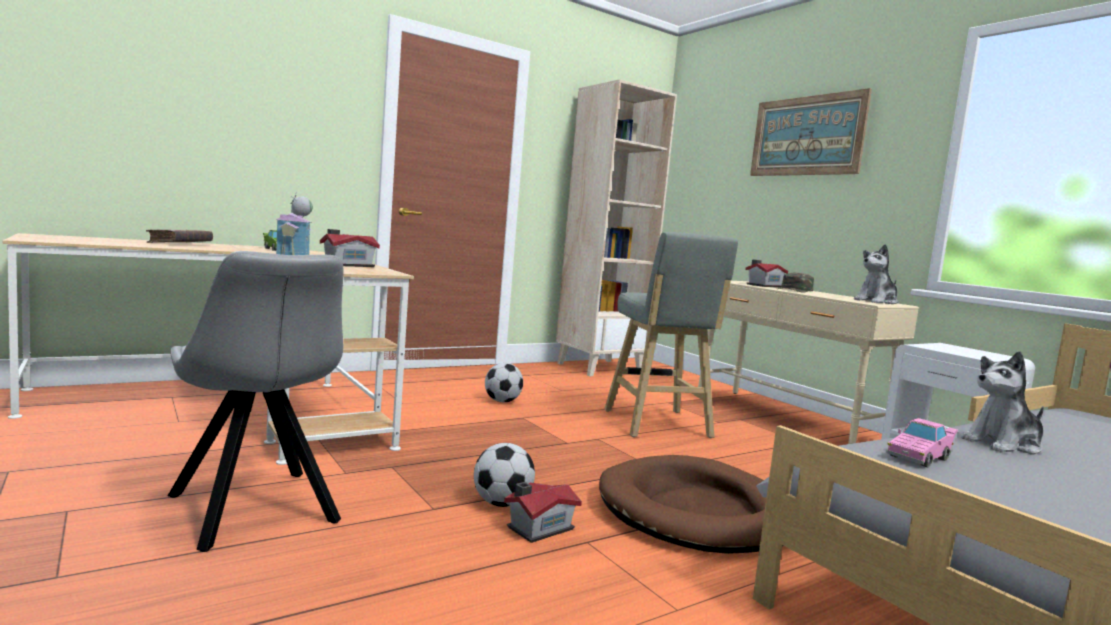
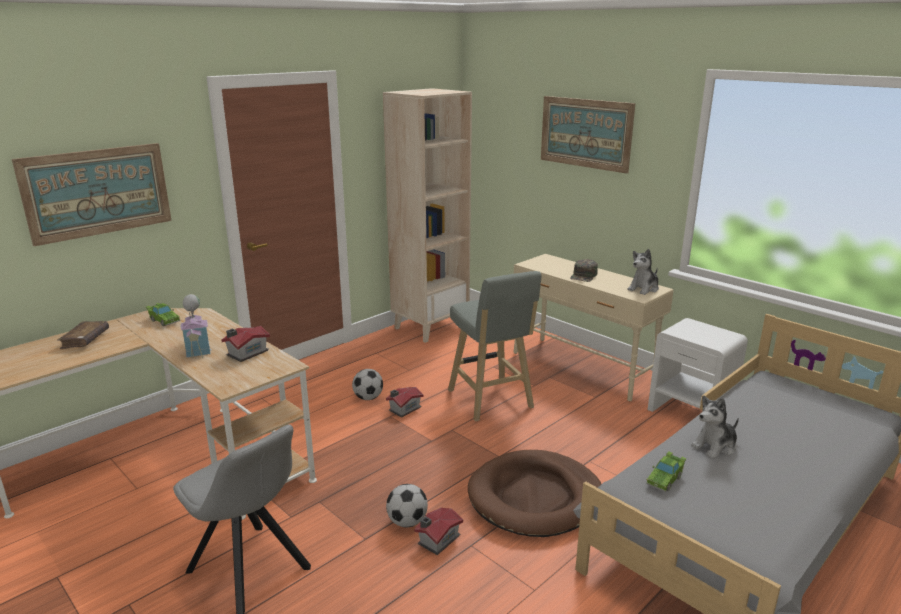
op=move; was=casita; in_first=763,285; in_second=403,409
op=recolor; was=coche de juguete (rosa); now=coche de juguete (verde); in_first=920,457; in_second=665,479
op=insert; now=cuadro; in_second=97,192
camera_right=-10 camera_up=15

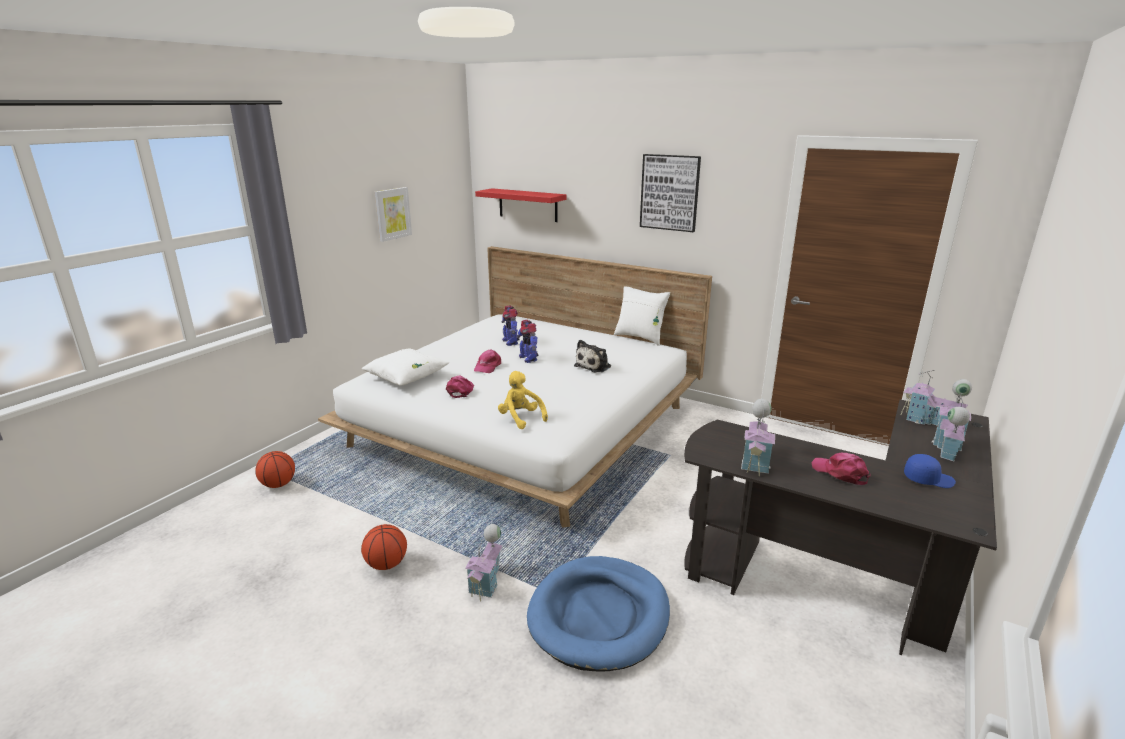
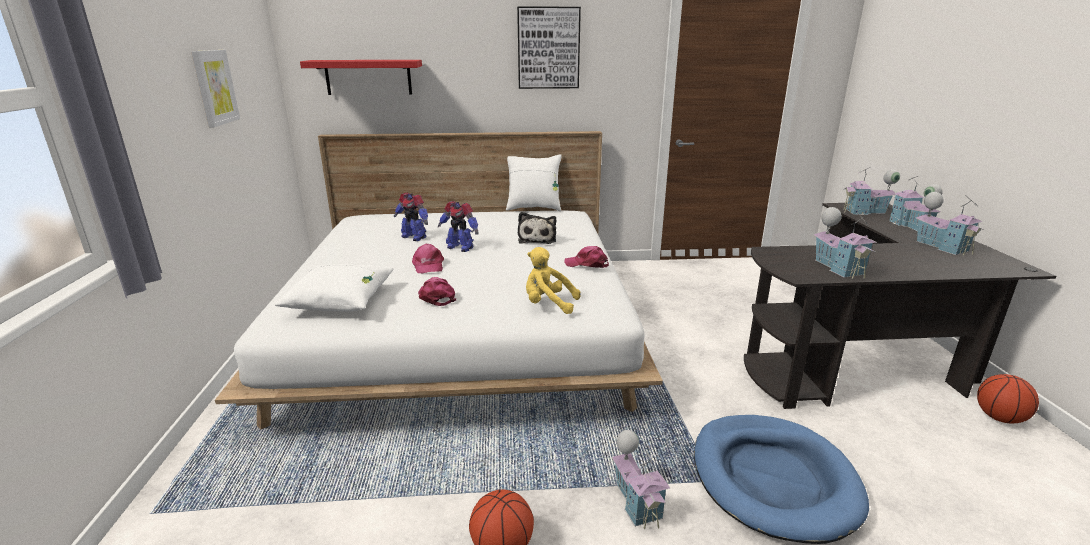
op=move; was=balón de baloncesto; in_first=278,485; in_second=999,418
op=move; was=gorra (rosa); in_first=840,473; in_second=587,264
op=replace; was=gorra (azul); now=casita; in_first=928,479; in_second=942,247
camera_right=-35 camera_up=0

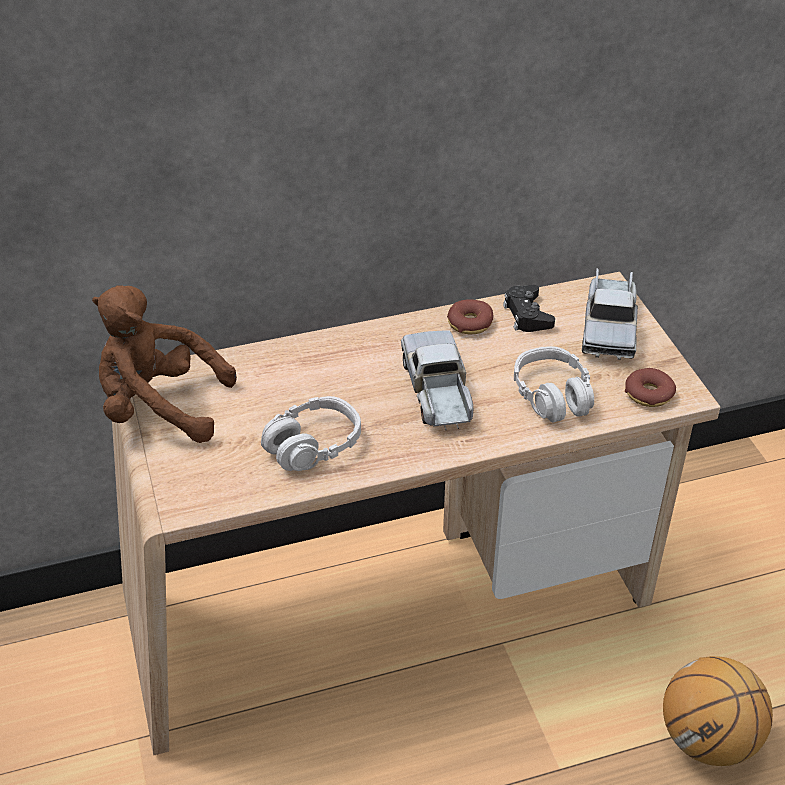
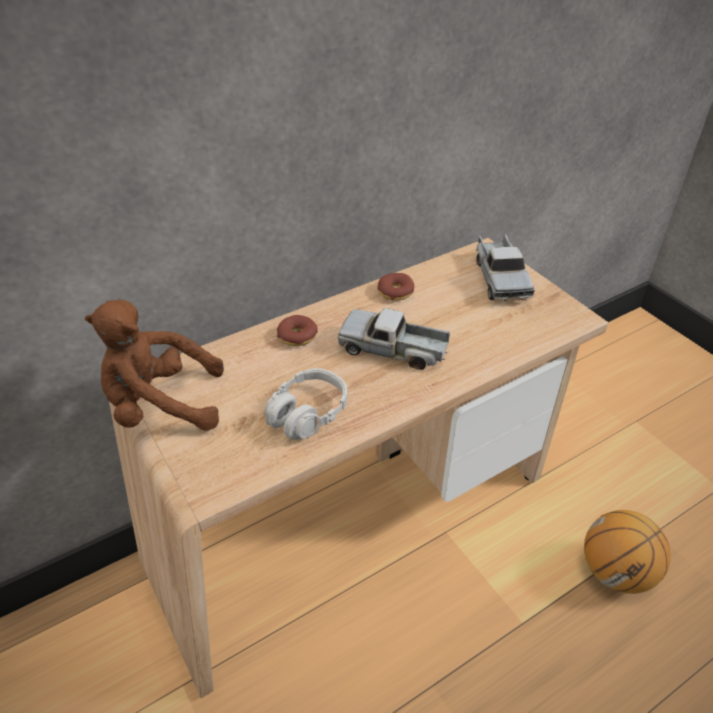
op=rotate; was=camión de juguete; in_first=438,392; in_second=393,349; clockwise=-45
op=delete; was=mando de consola (negro); in_first=527,315
op=delete; was=auriculares (gris); in_first=552,396
op=move; was=rosquilla; in_first=648,394; in_second=297,336
camera_right=-15 camera_up=0

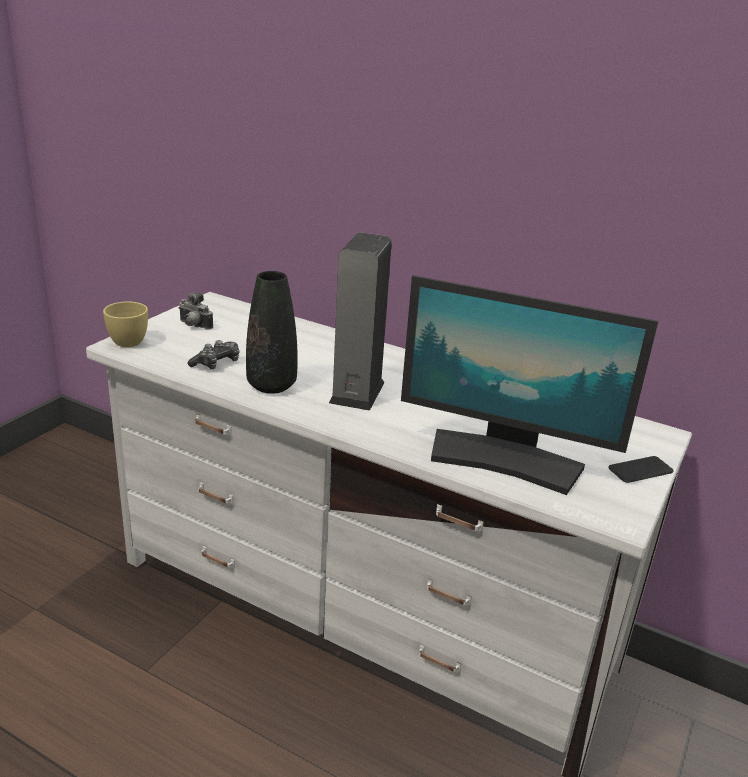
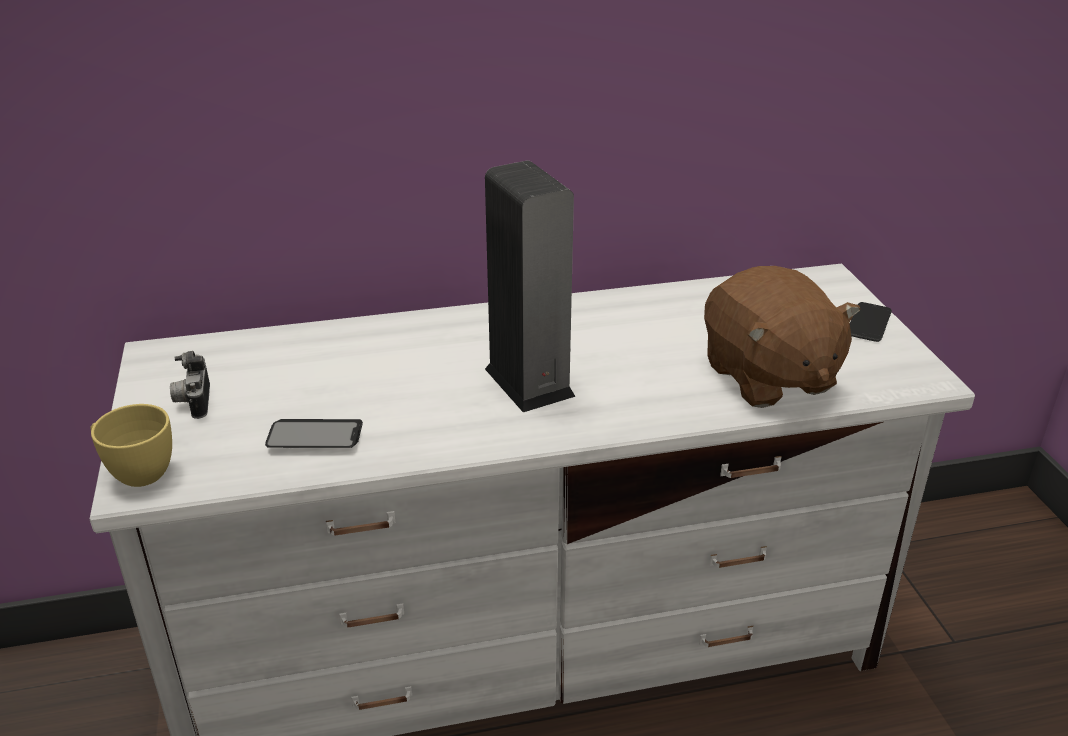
op=rotate; was=cámara; in_first=193,326; in_second=194,402; clockwise=90
op=replace; was=mando de consola; now=móvil; in_first=216,363; in_second=315,436
op=delete; was=florero (negro); in_first=271,385
op=replace; was=monitor; now=peluche (marrón); in_first=504,460; in_second=768,377
camera_right=-40 camera_up=5

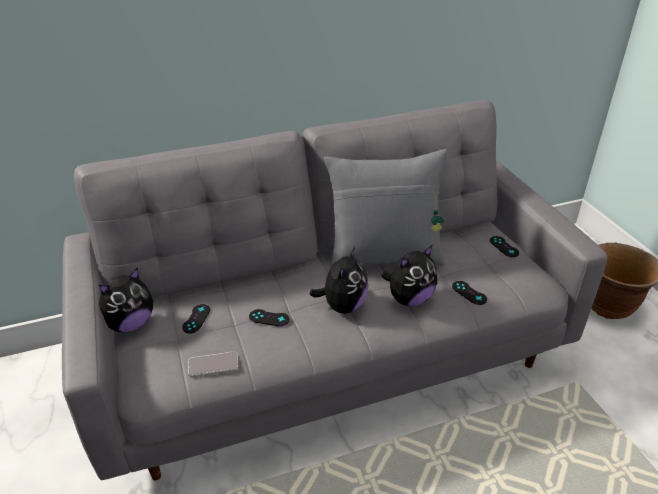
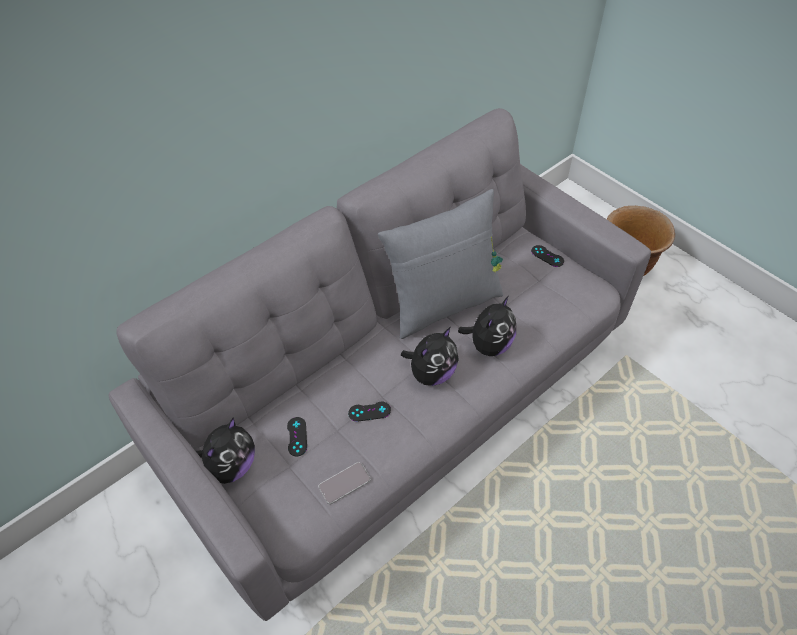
op=rotate; was=peluche; in_first=343,306; in_second=431,373; clockwise=45
op=delete; was=mando de consola (negro); in_first=469,293
camera_right=-20 camera_up=15

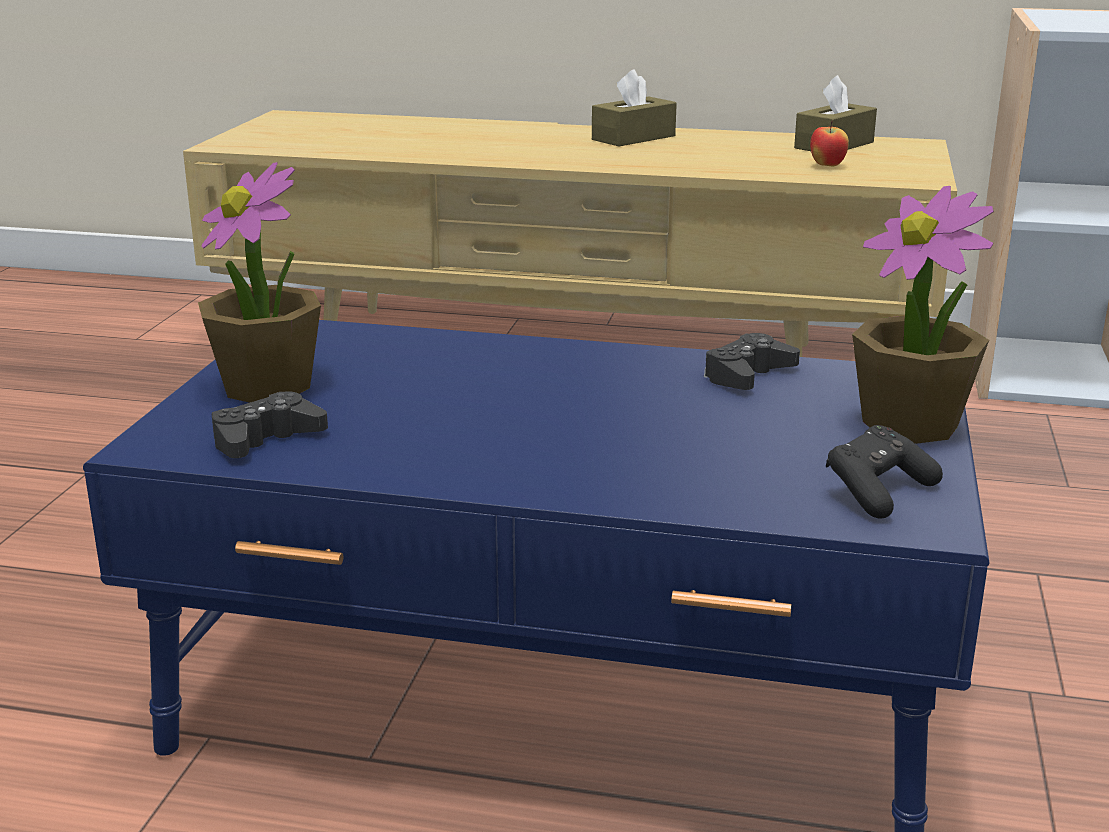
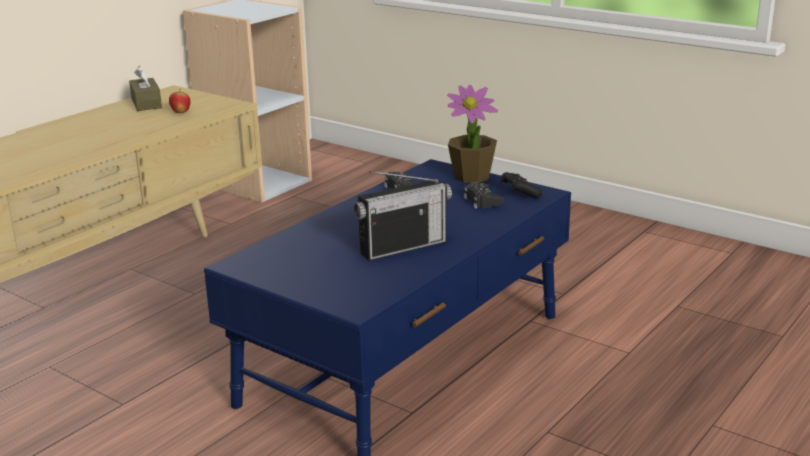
op=delete; was=planta en maceta; in_first=267,386
op=move; was=mando de consola (negro); in_first=266,439; in_second=482,201
op=delete; was=caja de pañuelos (marrón); in_first=633,138
op=insert; now=radio; in_second=403,247
camera_right=-65 camera_up=0

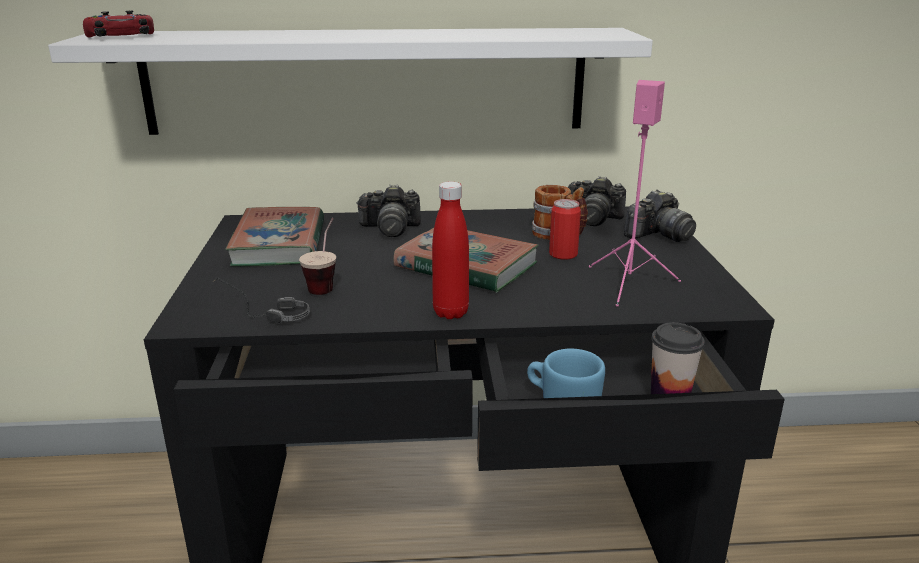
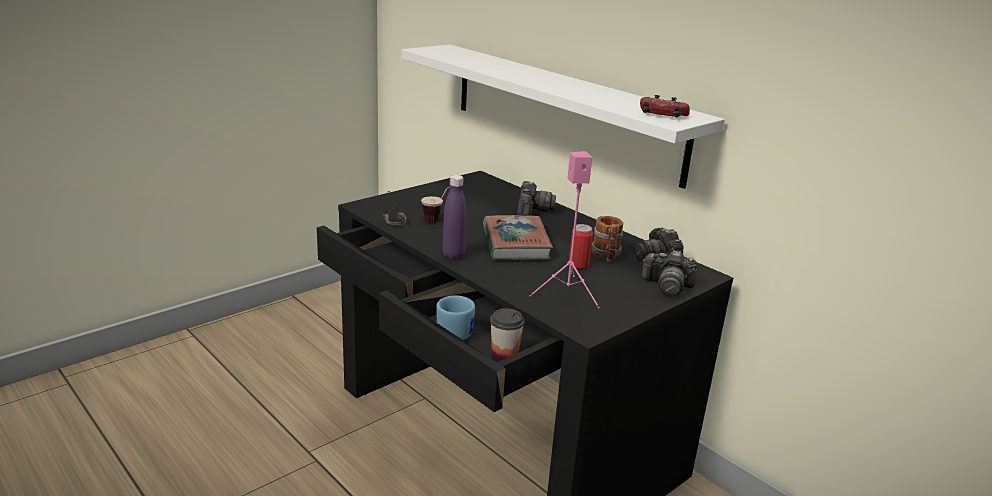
op=move; was=mando de consola (rojo); in_first=121,37; in_second=662,114
op=delete; was=libro; in_first=279,244
op=rotate; was=cámara; in_first=390,229; in_second=532,210; clockwise=-135
op=recolor; was=botella (rojo); now=botella (morado); in_first=450,313; in_second=453,255
camera_right=50 camera_up=0

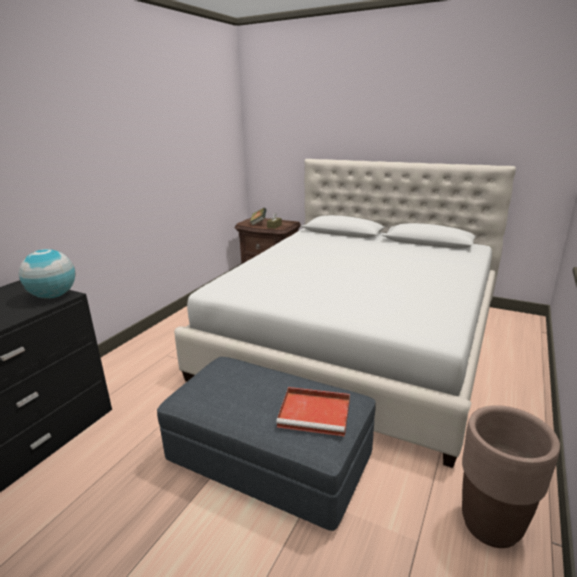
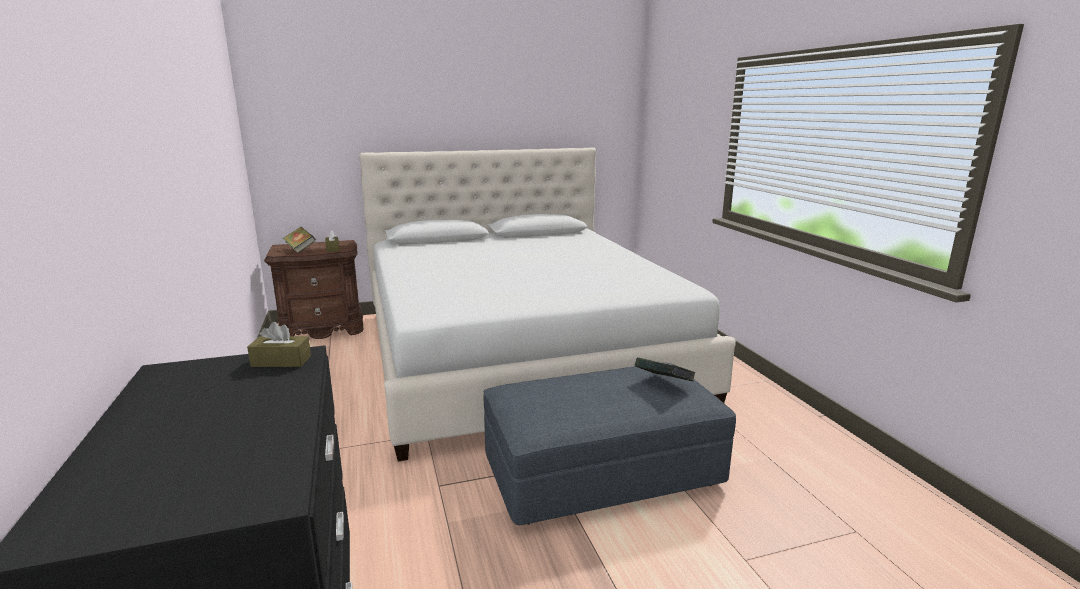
op=replace; was=globo terráqueo; now=caja de pañuelos (marrón); in_first=53,296; in_second=281,361
op=replace; was=bandeja (rojo); now=libro; in_first=316,413; in_second=663,384
op=delete; was=maceta (marrón); in_first=491,525
camera_right=-45 camera_up=-5

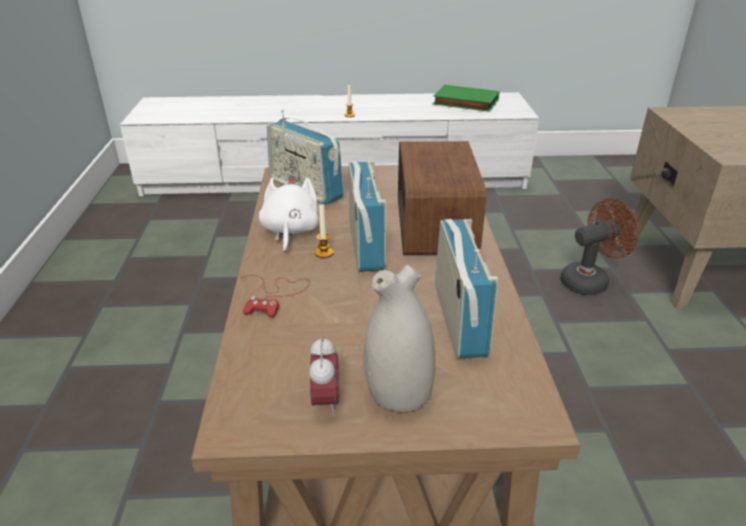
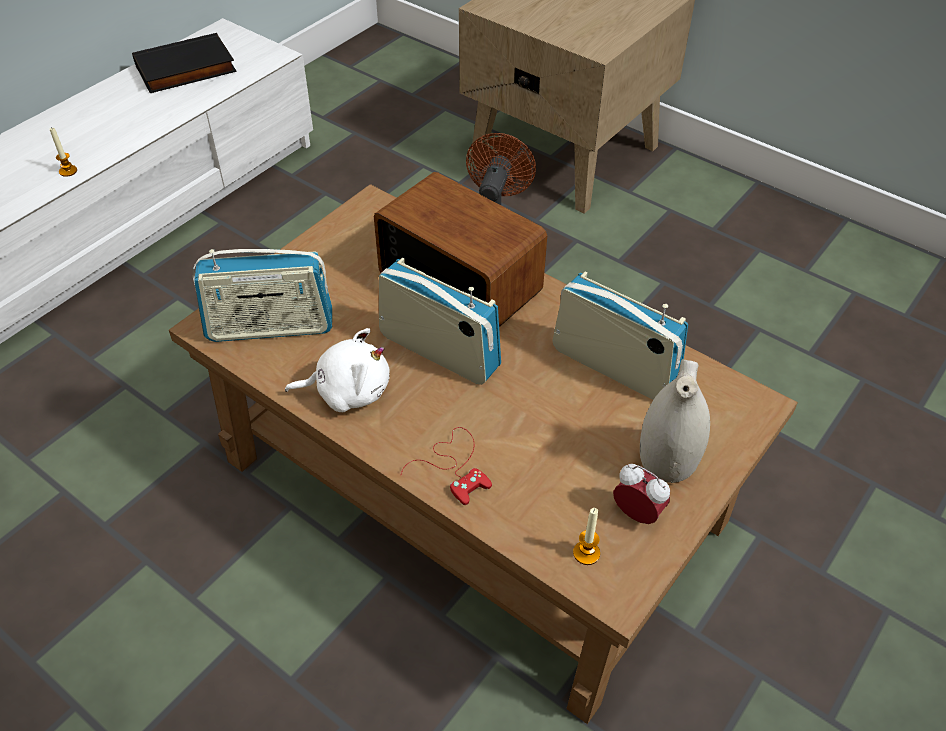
op=rotate; was=peluche (blanco); in_first=290,232; in_second=348,391; clockwise=135
op=move; was=vela; in_first=324,253; in_second=586,553
op=recolor; was=libro (verde); now=libro (negro); in_first=465,103; in_second=185,70
camera_right=-50 camera_up=15

